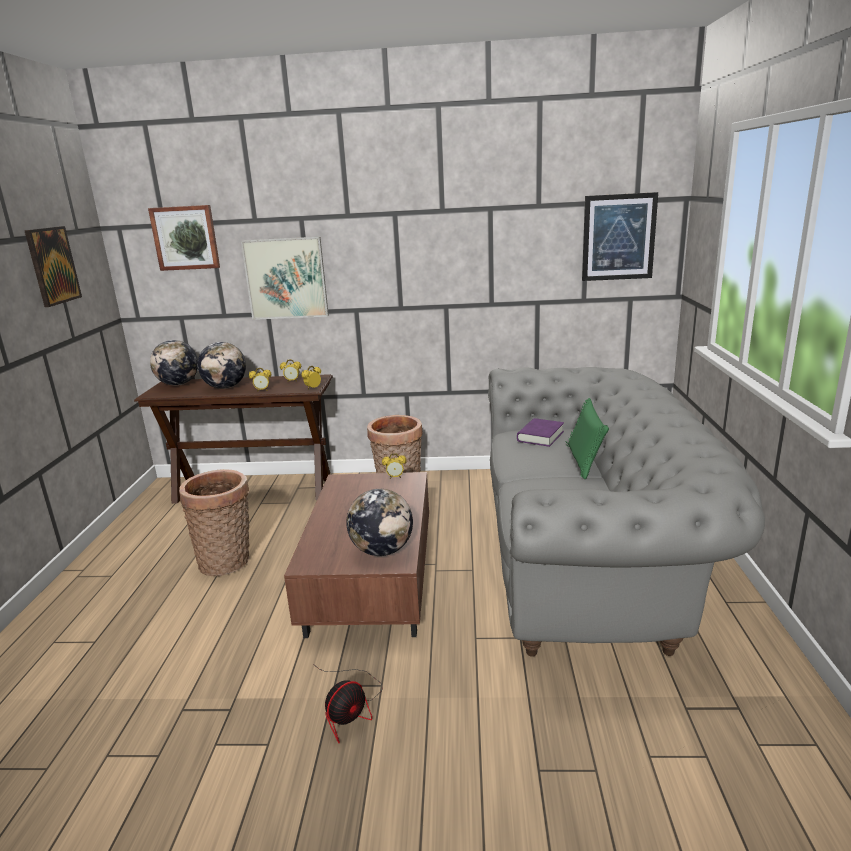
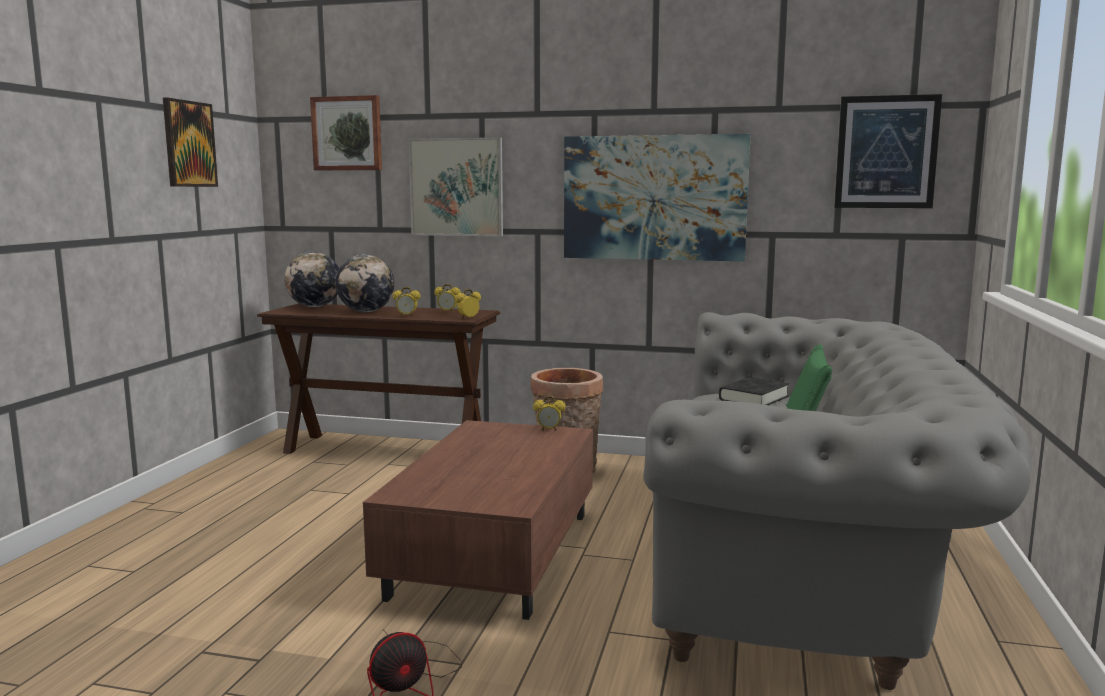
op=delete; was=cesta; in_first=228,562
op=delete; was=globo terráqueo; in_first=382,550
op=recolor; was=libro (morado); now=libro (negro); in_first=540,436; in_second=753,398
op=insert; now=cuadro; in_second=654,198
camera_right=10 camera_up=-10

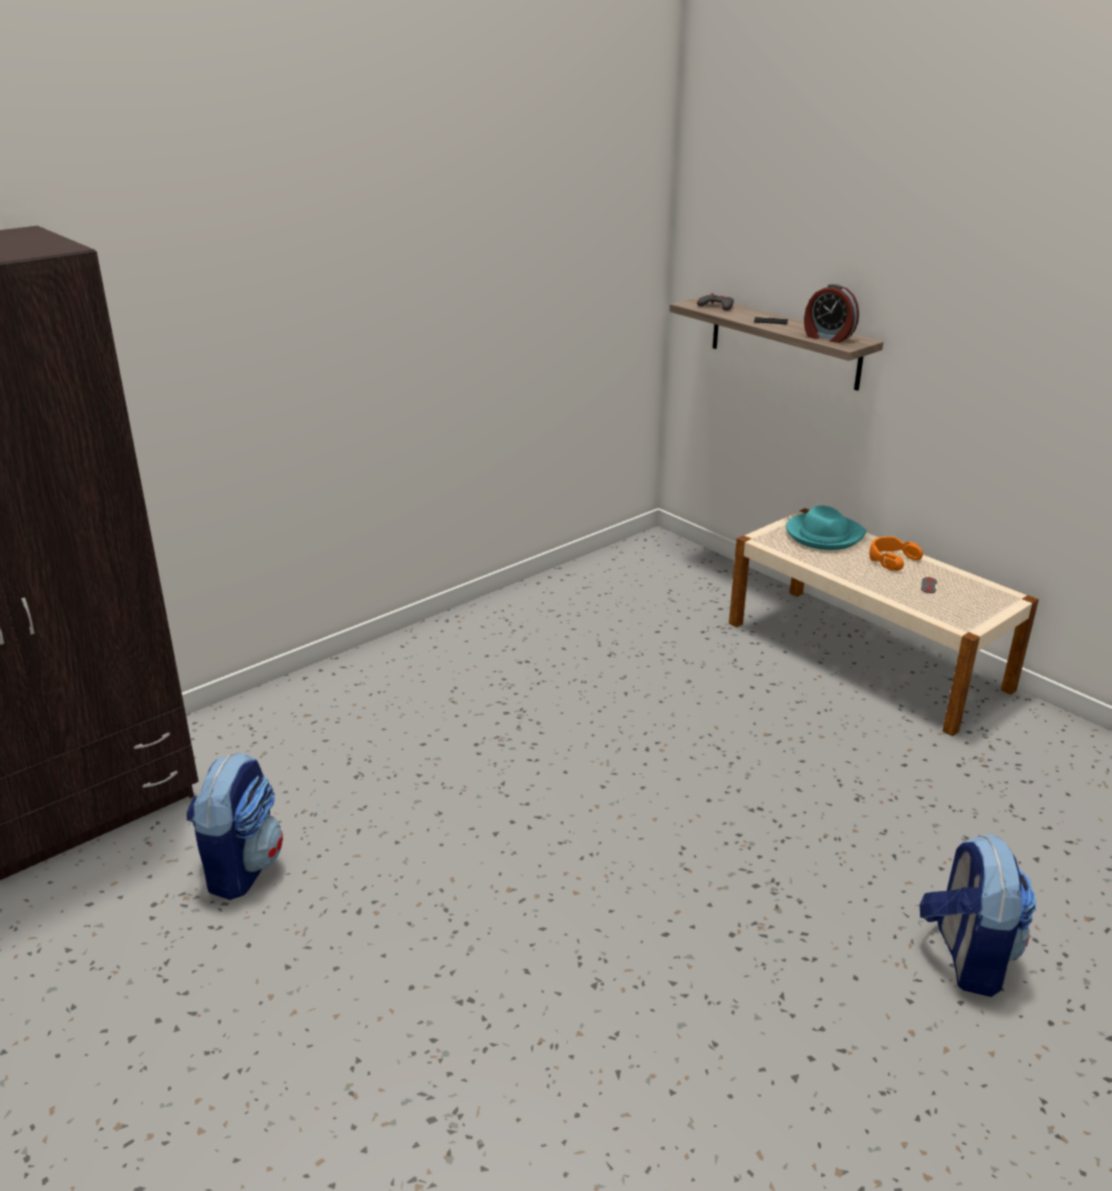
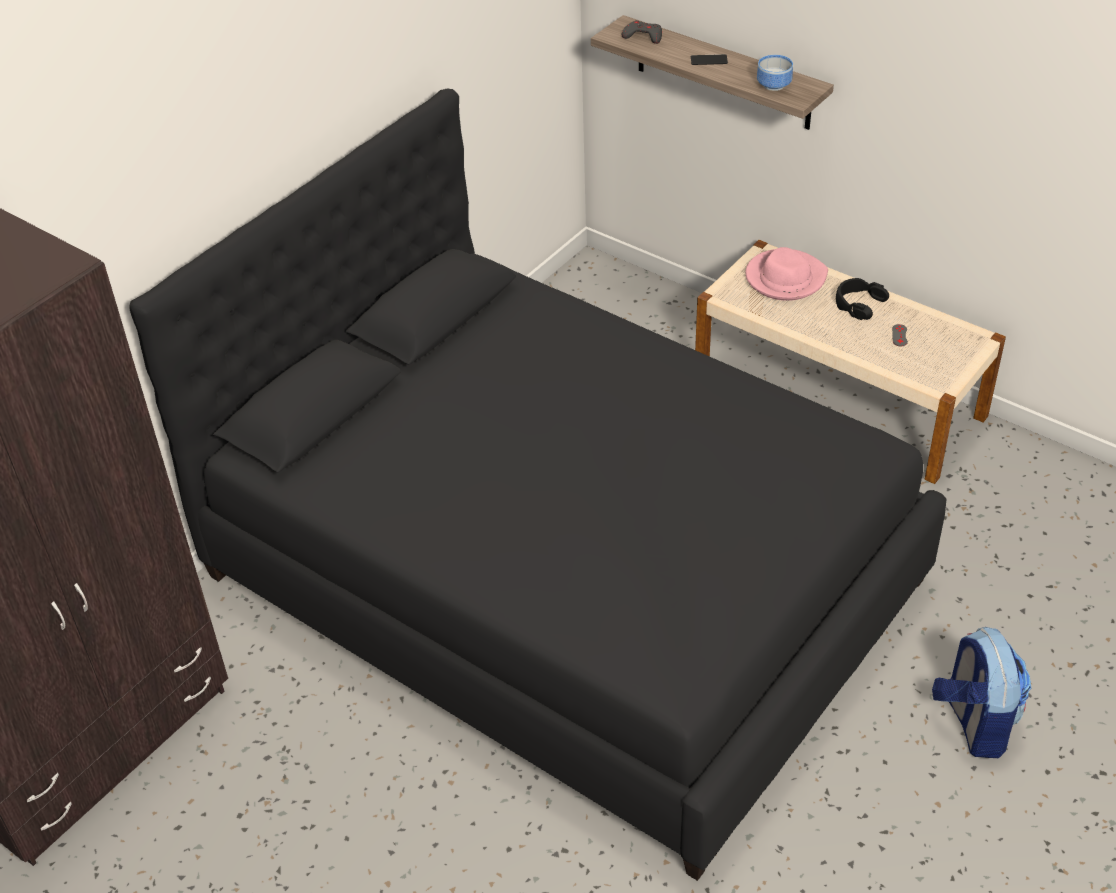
op=delete; was=mochila; in_first=241,867
op=recolor; was=sombrero (turquesa); now=sombrero (rosa); in_first=824,535; in_second=785,278
op=replace; was=despertador; now=cuenco; in_first=827,337; in_second=775,85
op=recolor; was=auriculares (naranja); now=auriculares (negro); in_first=891,559; in_second=858,304
op=insert; now=cama (negro); in_second=562,577
camera_right=-10 camera_up=15

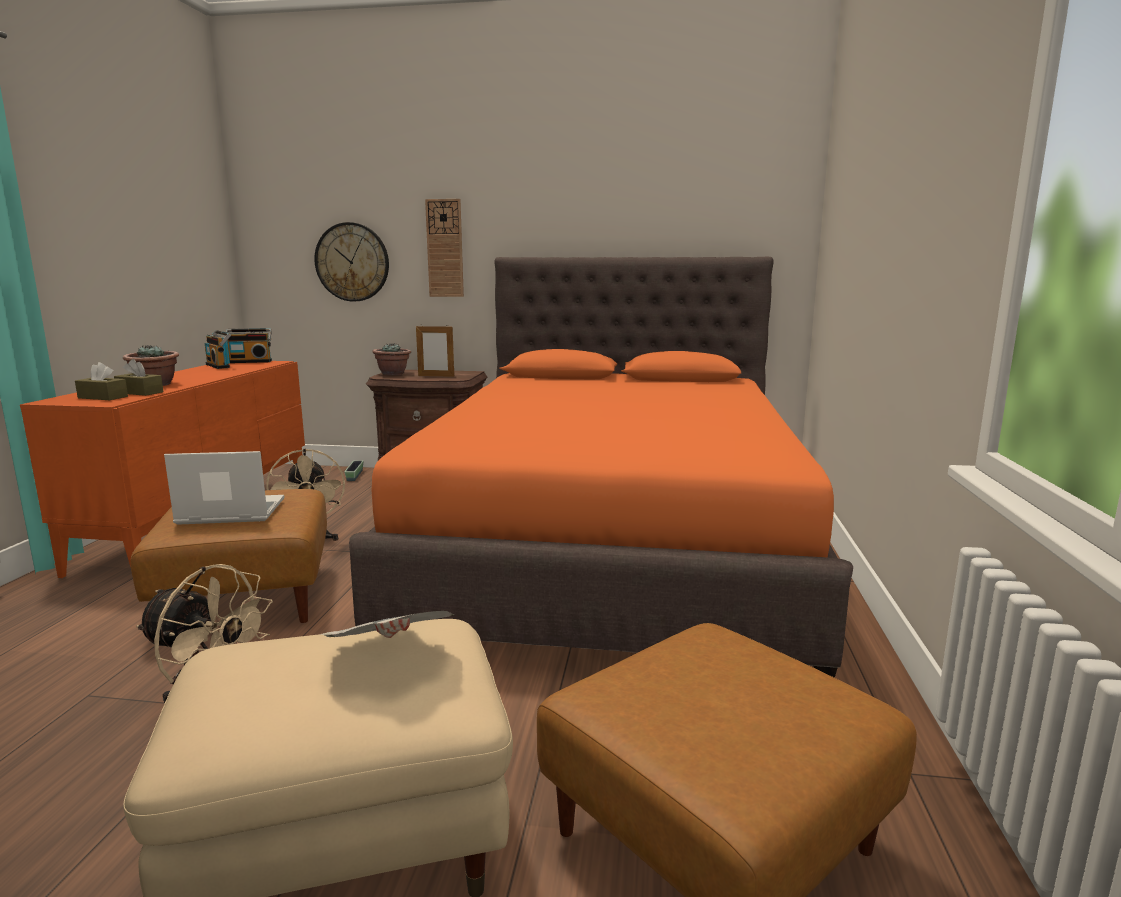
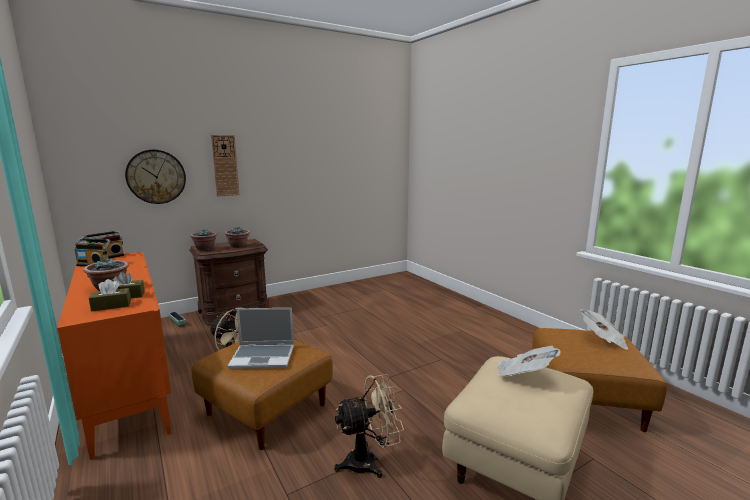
op=rotate; was=portátil; in_first=229,513; in_second=263,357; clockwise=-135
op=delete; was=cama (naranja); in_first=612,546
op=replace; was=portarretratos; now=planta en maceta; in_first=436,376; in_second=238,246
op=insert; now=periódico; in_second=603,340
camera_right=-40 camera_up=0

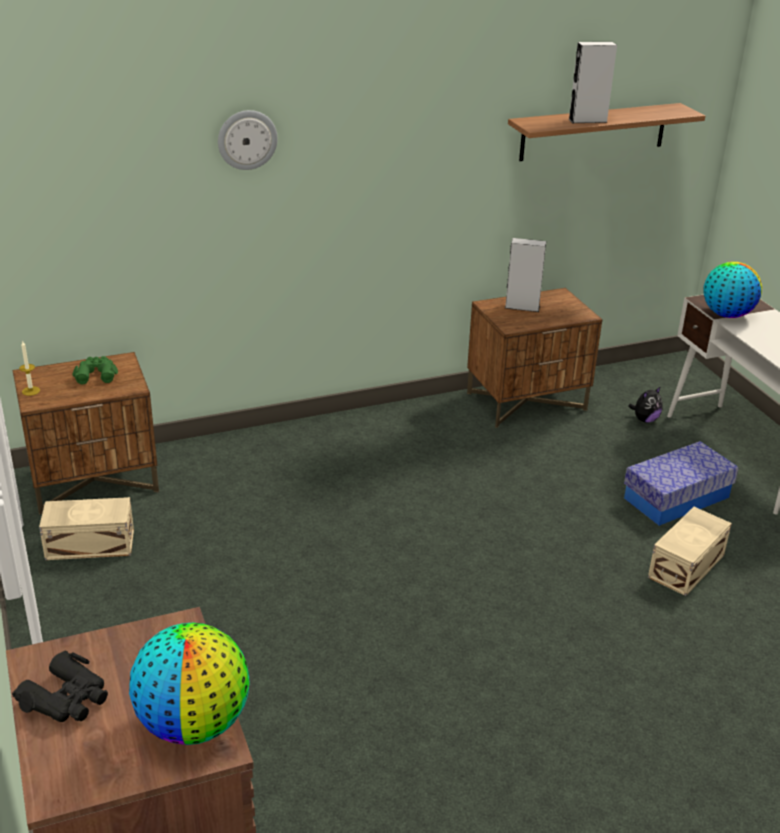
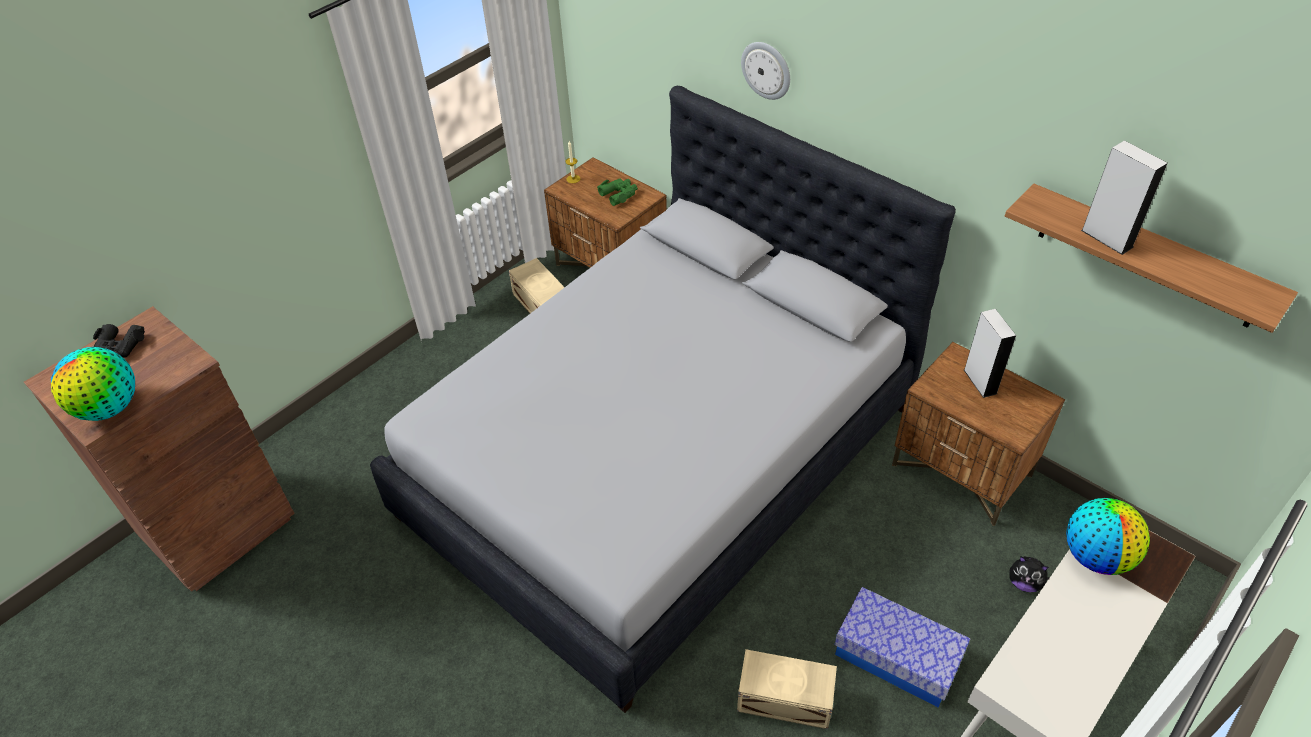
op=insert; now=cama (gris); in_second=661,459
camera_right=65 camera_up=15

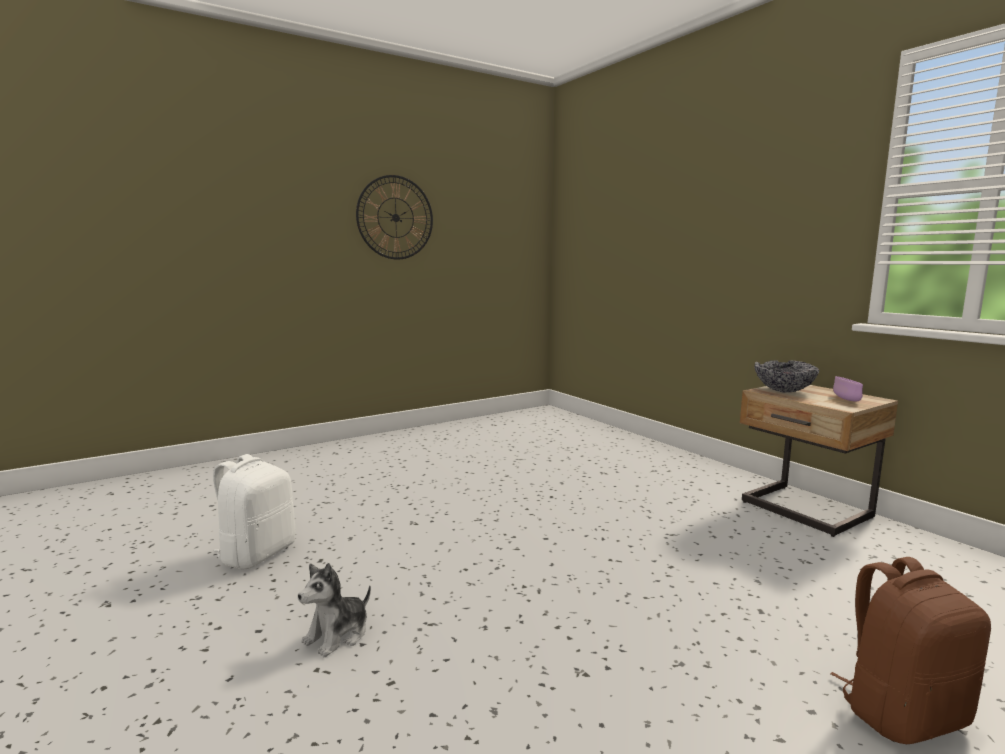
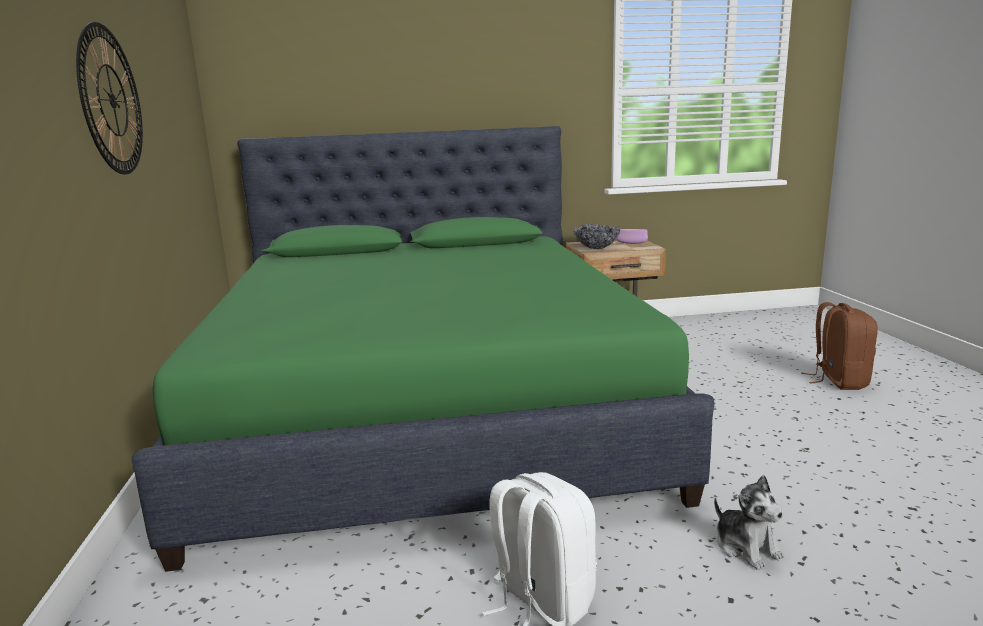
op=insert; now=cama (verde); in_second=428,407
camera_right=-65 camera_up=5

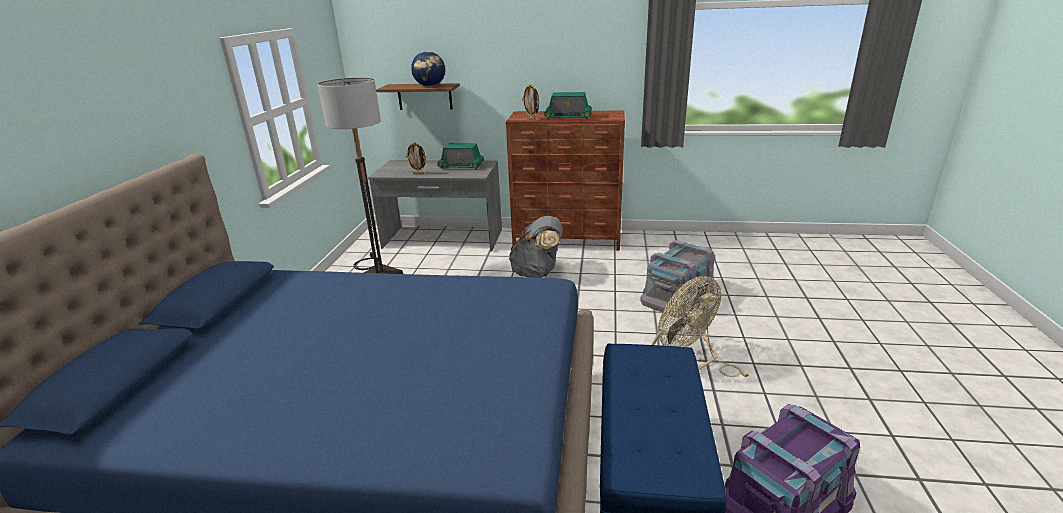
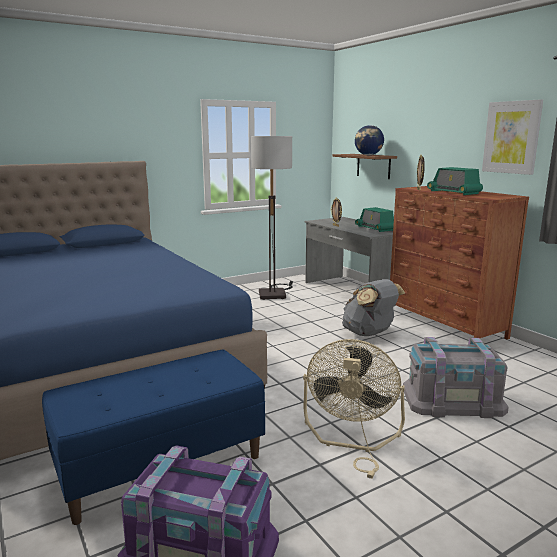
op=insert; now=cuadro; in_second=511,137
camera_right=50 camera_up=-10

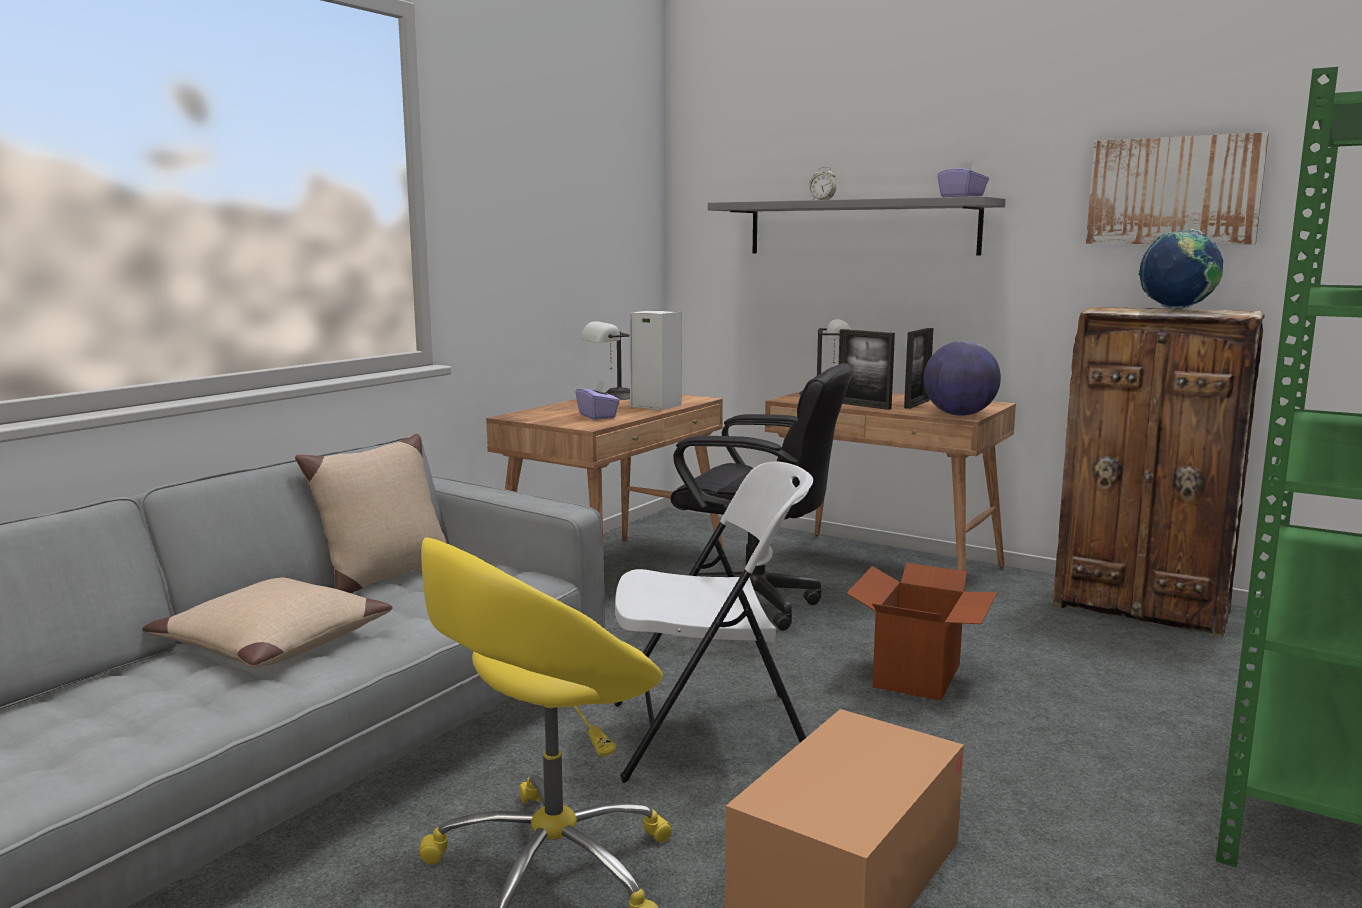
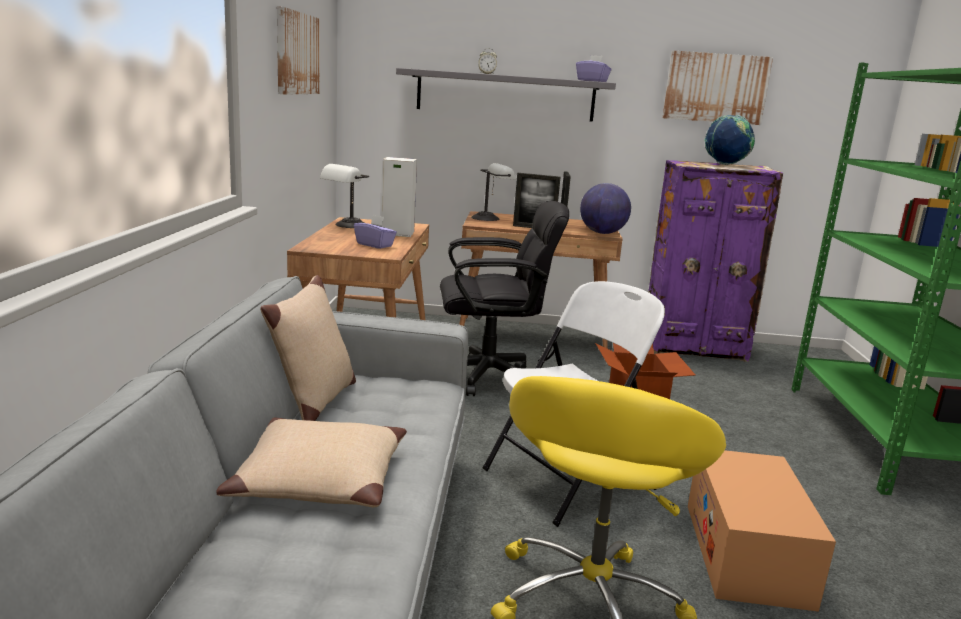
op=recolor; was=armario (marrón); now=armario (morado); in_first=1142,607; in_second=694,347
op=insert; now=cuadro; in_second=297,53
camera_right=-30 camera_up=5

